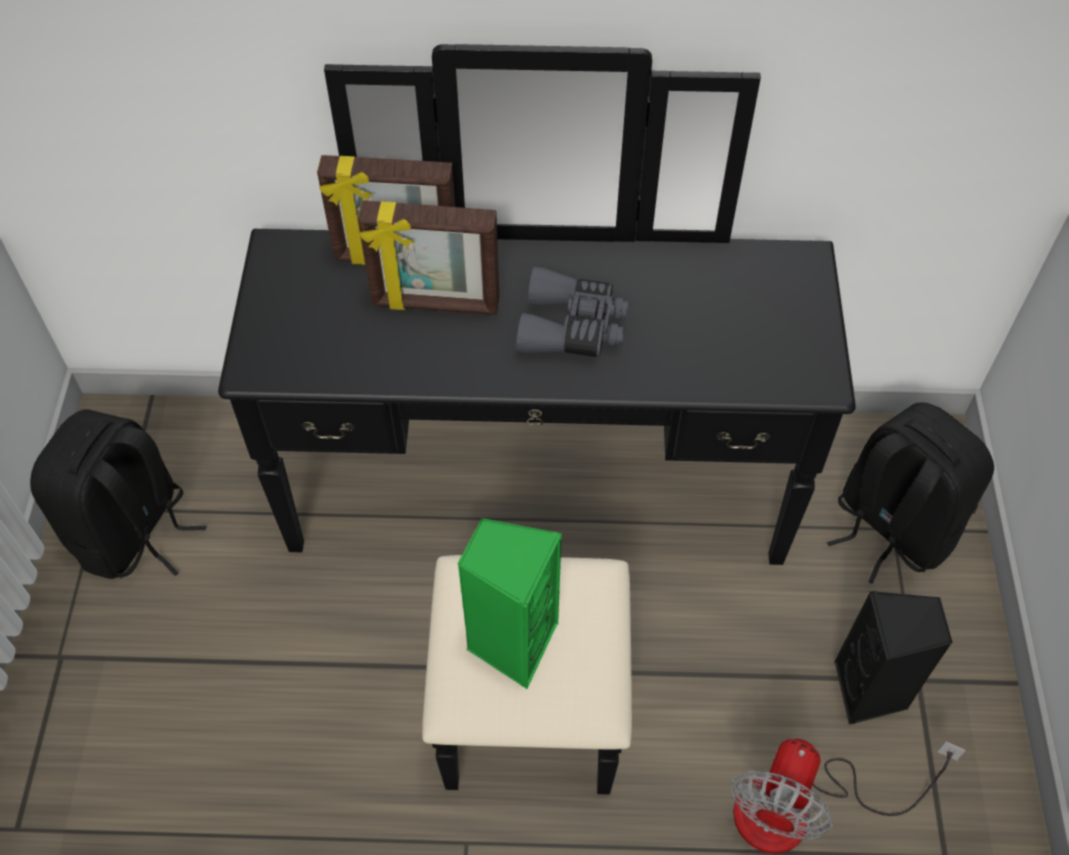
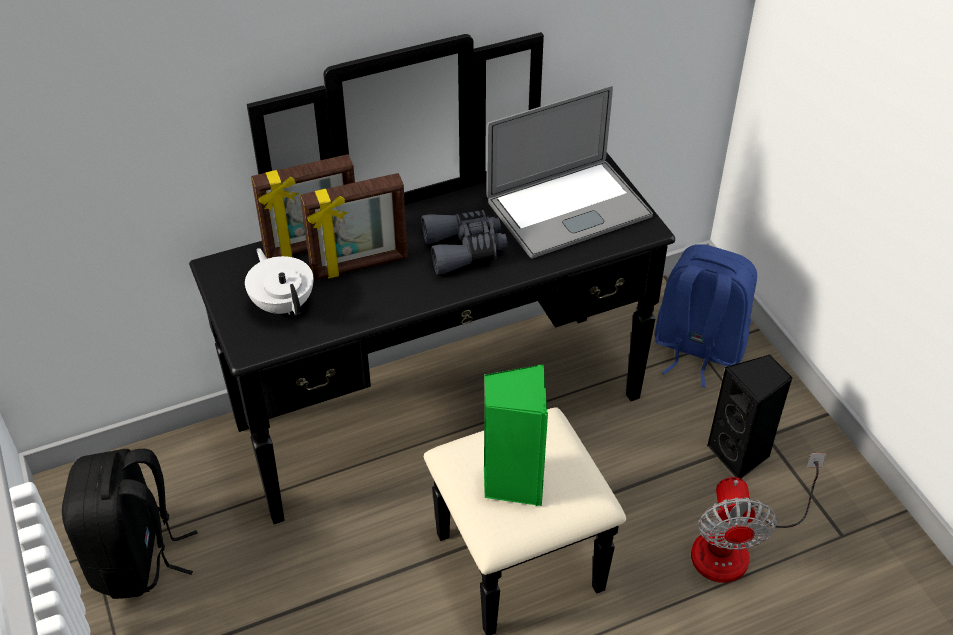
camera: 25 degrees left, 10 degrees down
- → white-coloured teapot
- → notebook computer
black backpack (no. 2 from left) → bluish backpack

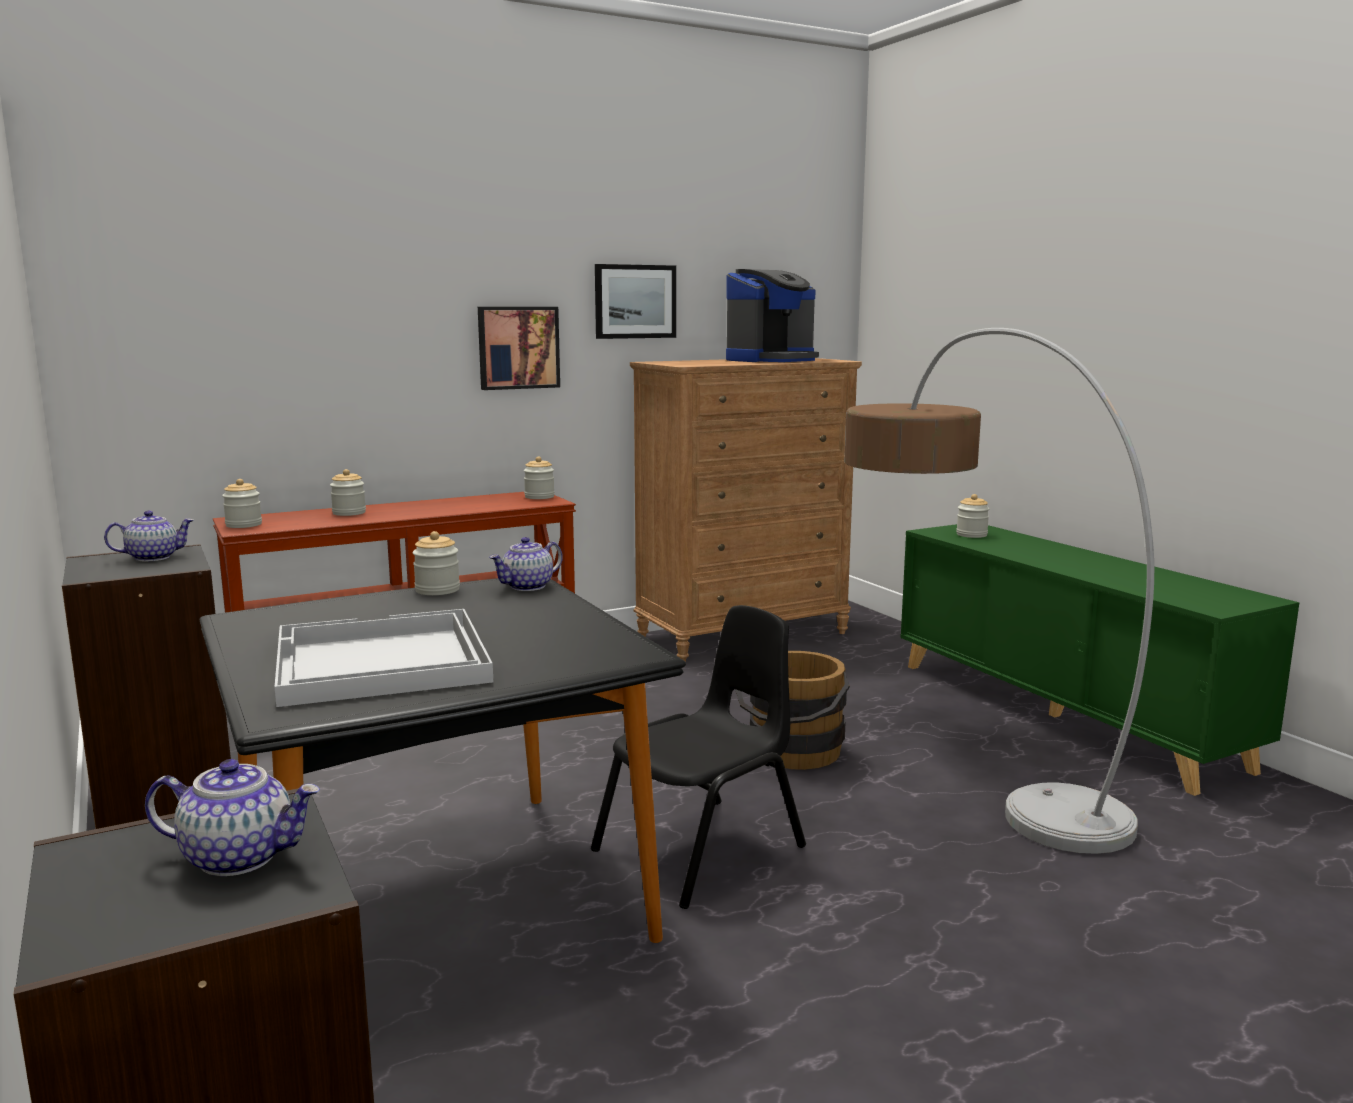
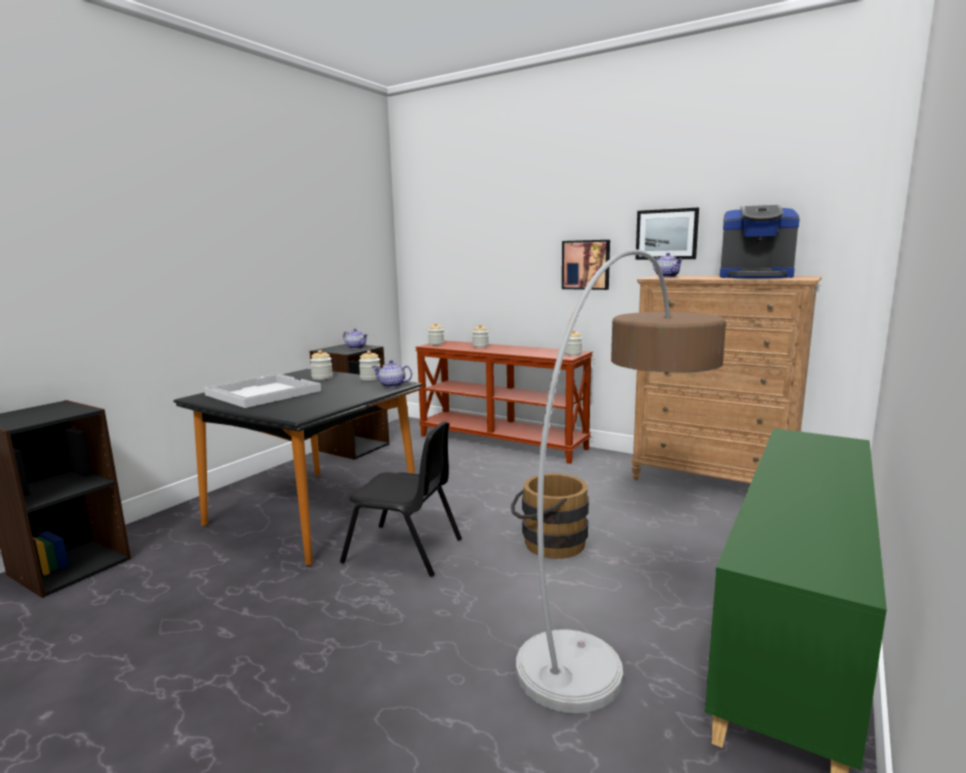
camera: 60 degrees right, 0 degrees up
teapot (no. 2 from left in the first image) → teapot (no. 3 from left), relocated
jar (no. 5 from left in the first image) → jar (no. 1 from left), relocated

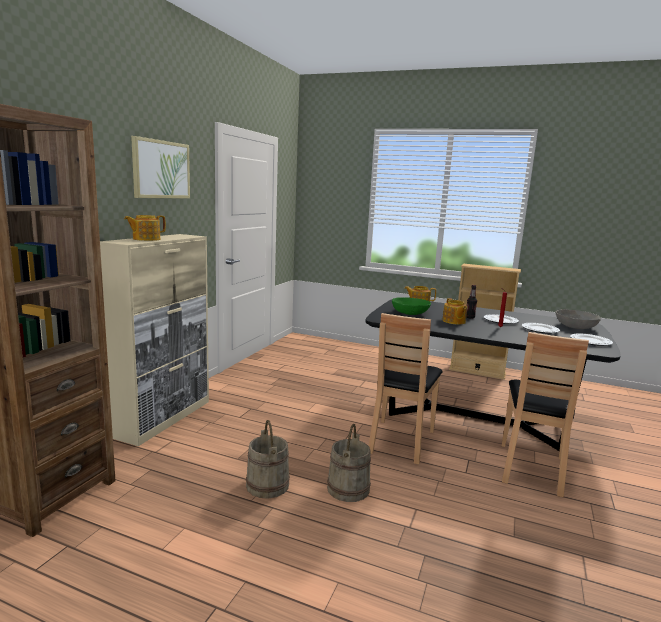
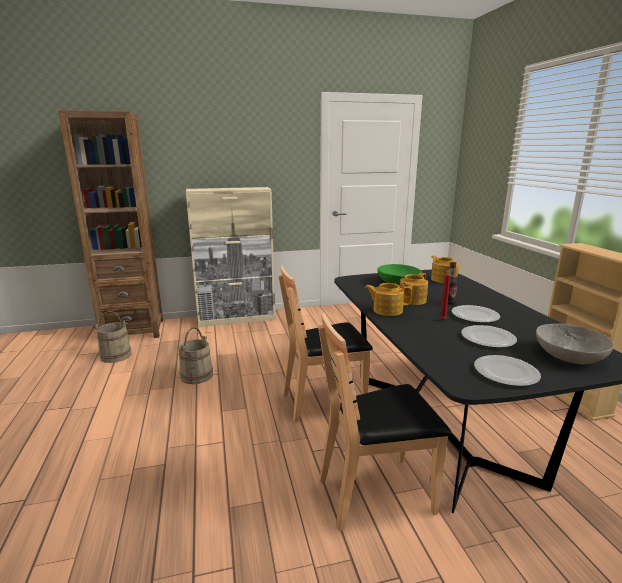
camera: 55 degrees right, 5 degrees up
picture → -
teapot (no. 1 from left), relocated
beige-coloured water bucket (no. 2 from left in the first image) → beige-coloured water bucket (no. 1 from left), relocated

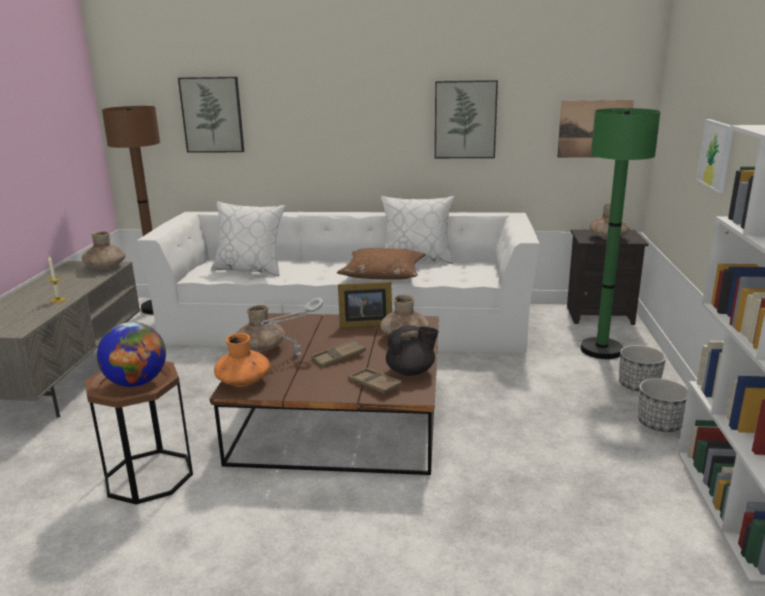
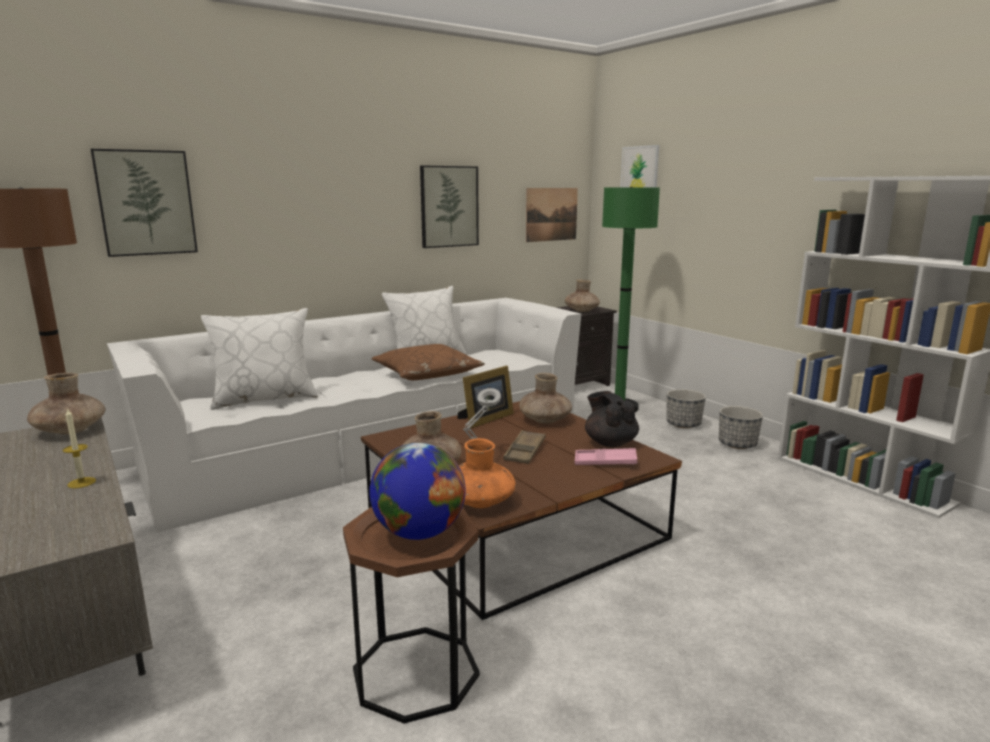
camera: 40 degrees left, 5 degrees down
picture (no. 4 from left), relocated
brown-coloured serving tray (no. 2 from left) → pink-coloured serving tray
black teapot, 60 degrees counterclockwise

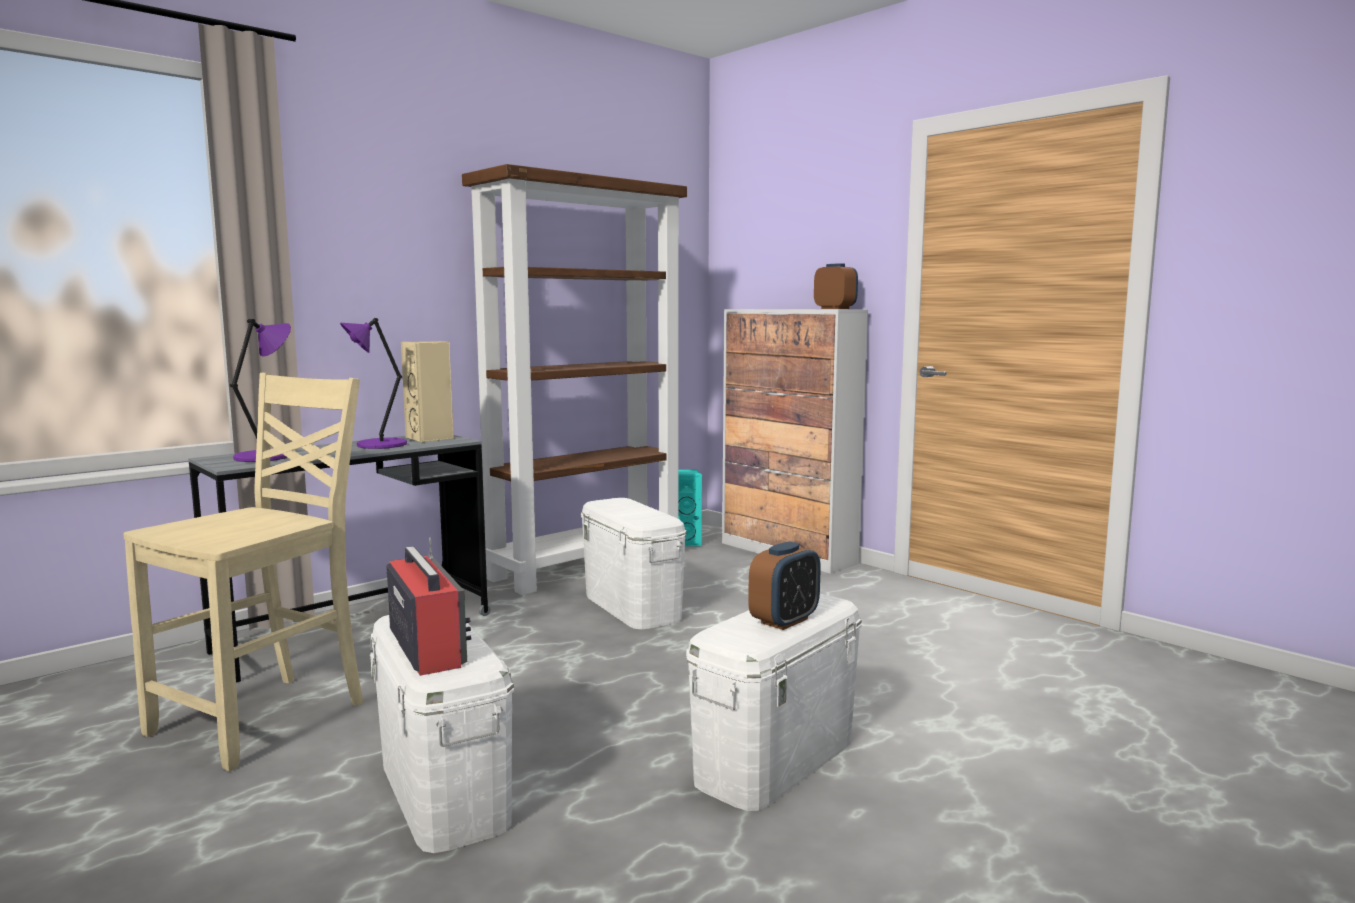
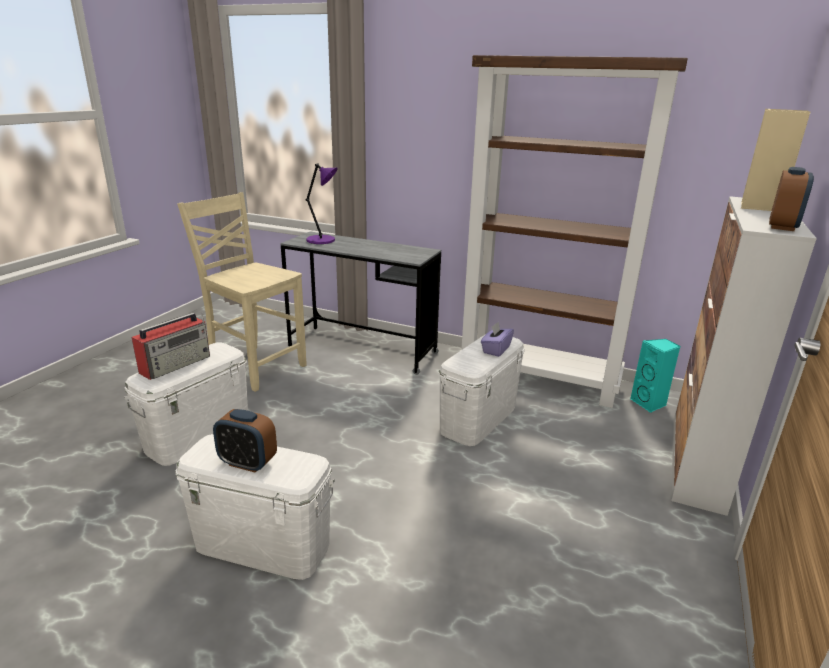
camera: 65 degrees right, 15 degrees up
purple-coloured table lamp (no. 2 from left) → -
- → purple-coloured box of tissues
beige-coloured loudspeaker, relocated
beige-coloured chair, 150 degrees counterclockwise

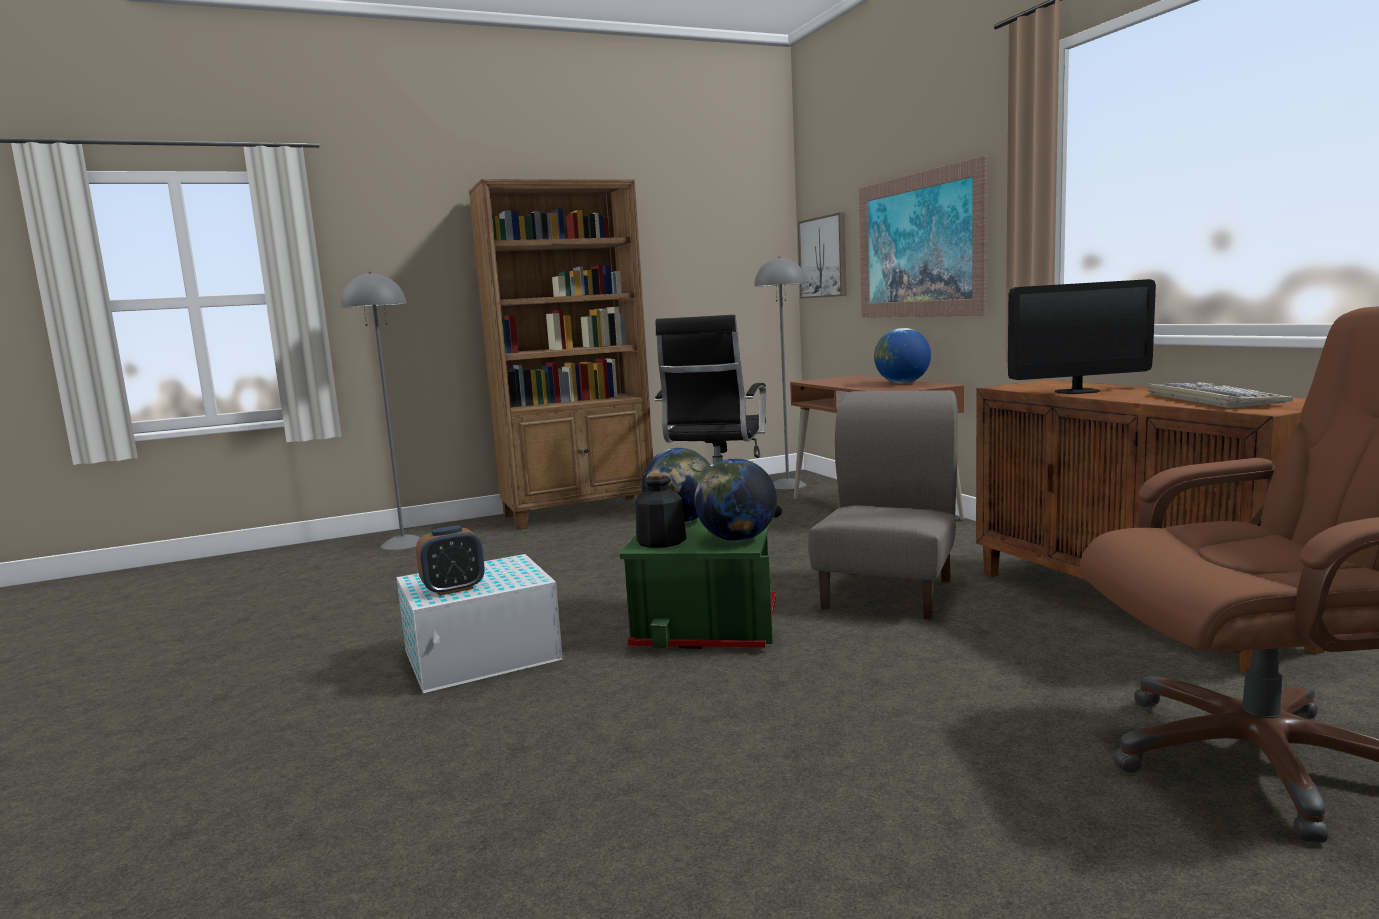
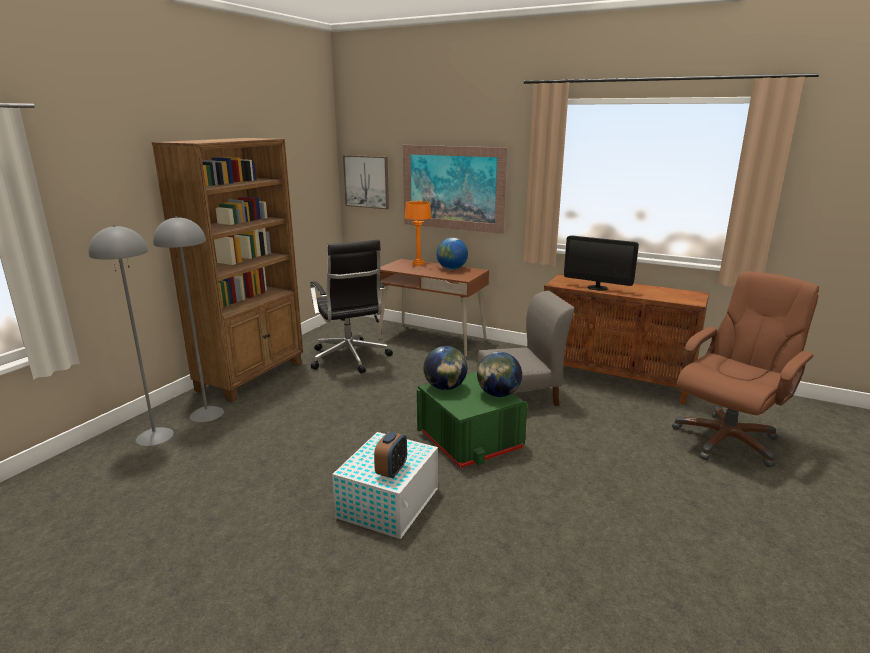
camera: 40 degrees left, 10 degrees up
bottle → -
PC keyboard → -
- → orangey table lamp
greyish floor lamp (no. 2 from left), relocated
greyish chair, 90 degrees clockwise
monitor, 75 degrees clockwise

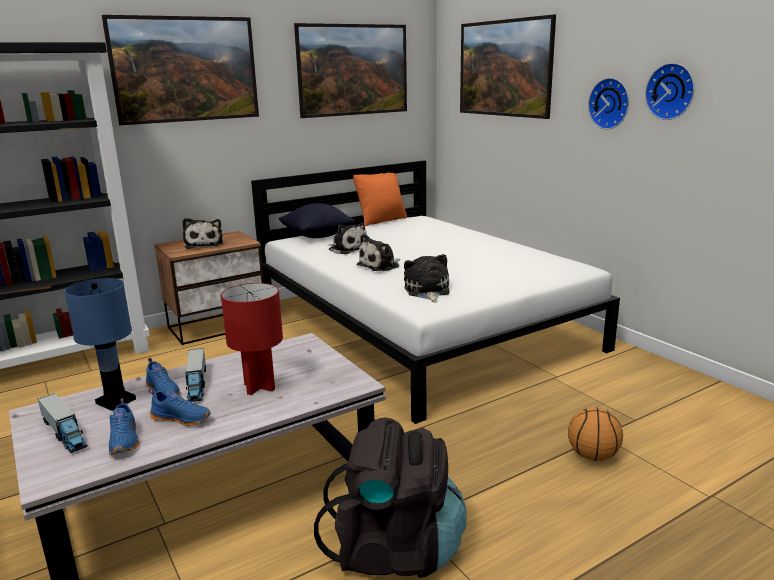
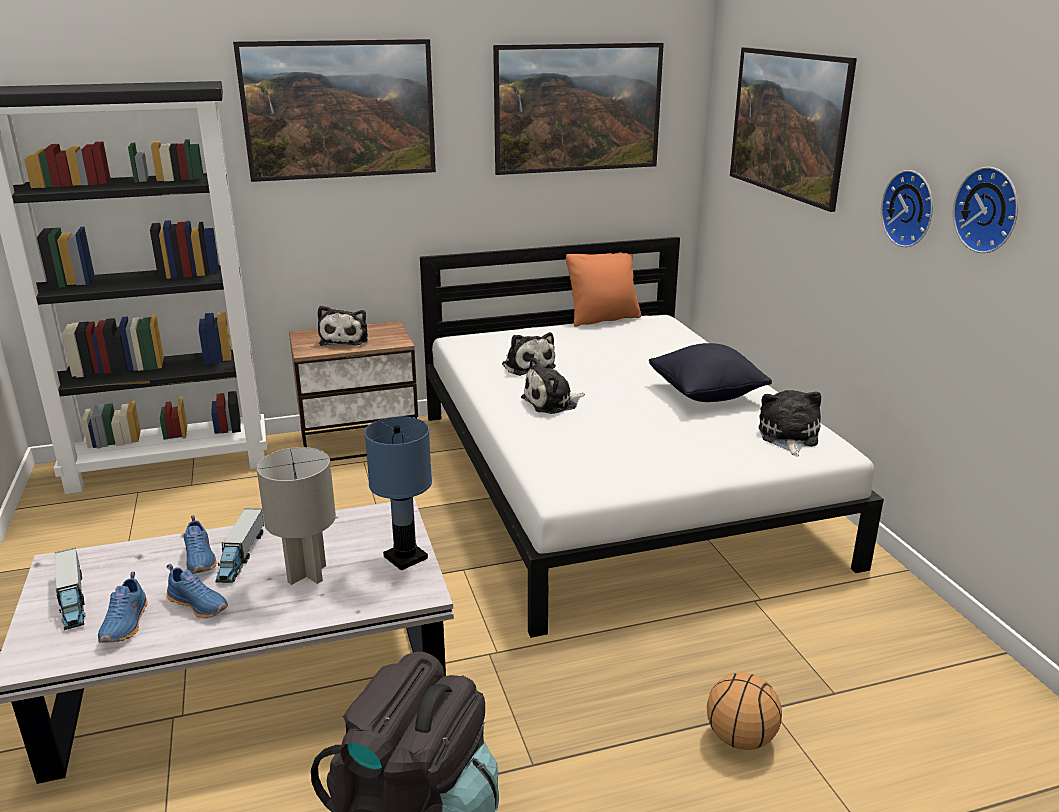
camera: 15 degrees right, 5 degrees up
bluish table lamp, relocated
black throw pillow, relocated
soft toy (no. 4 from left), relocated
red table lamp → greyish table lamp

